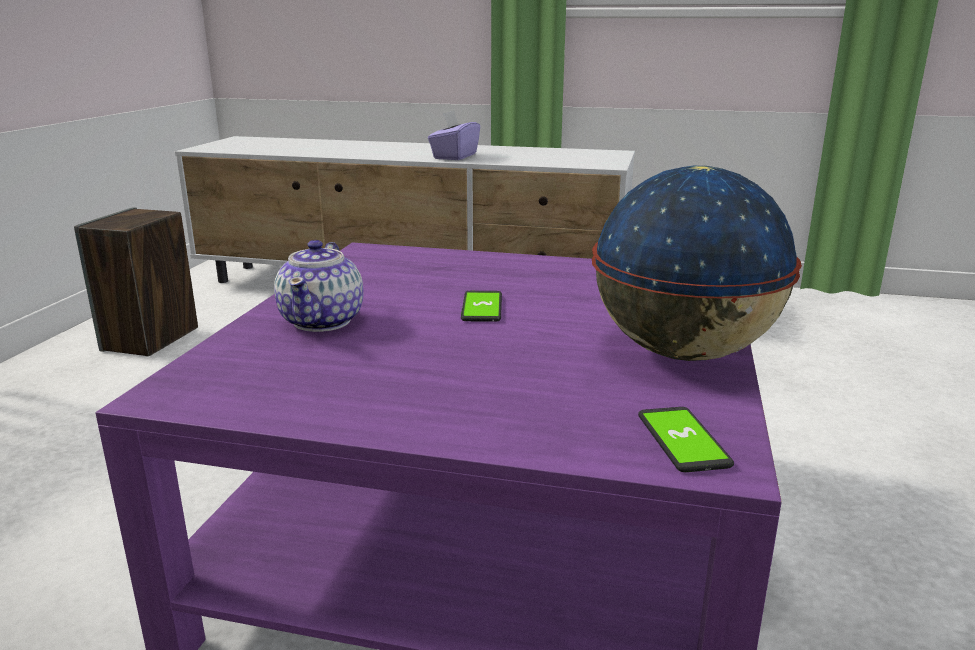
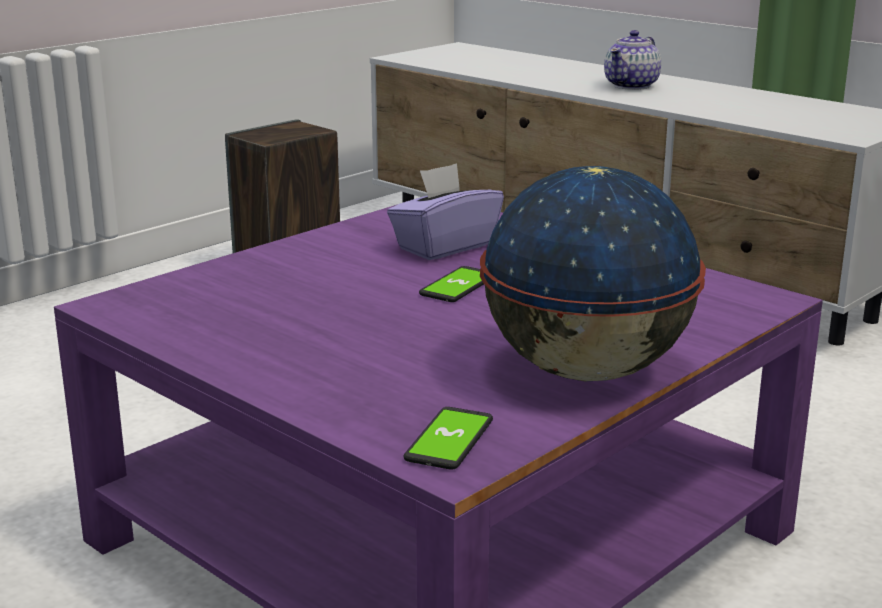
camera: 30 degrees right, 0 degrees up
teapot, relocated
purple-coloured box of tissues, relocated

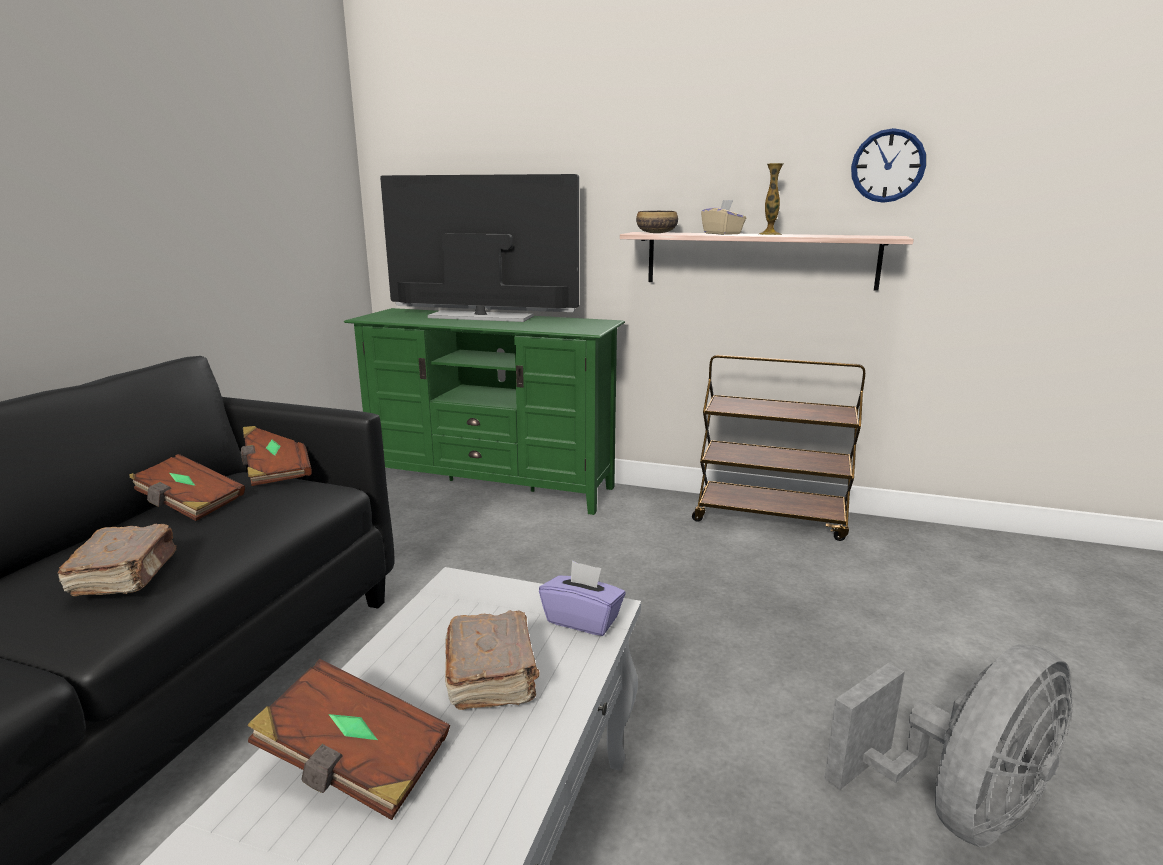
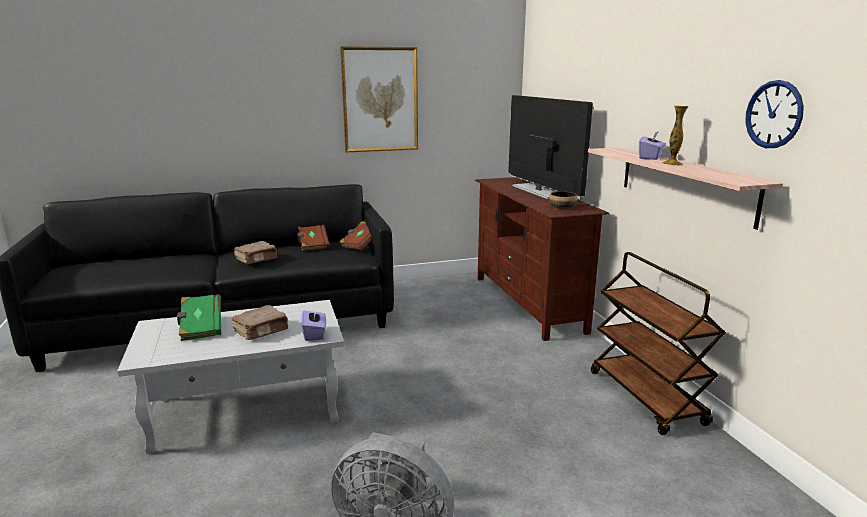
camera: 55 degrees right, 0 degrees up
- → picture
deep dish, relocated
brown-coloured volume (no. 4 from left) → green volume
green media console → brown-coloured media console
beige-coloured box of tissues → purple-coloured box of tissues (no. 2 from left)

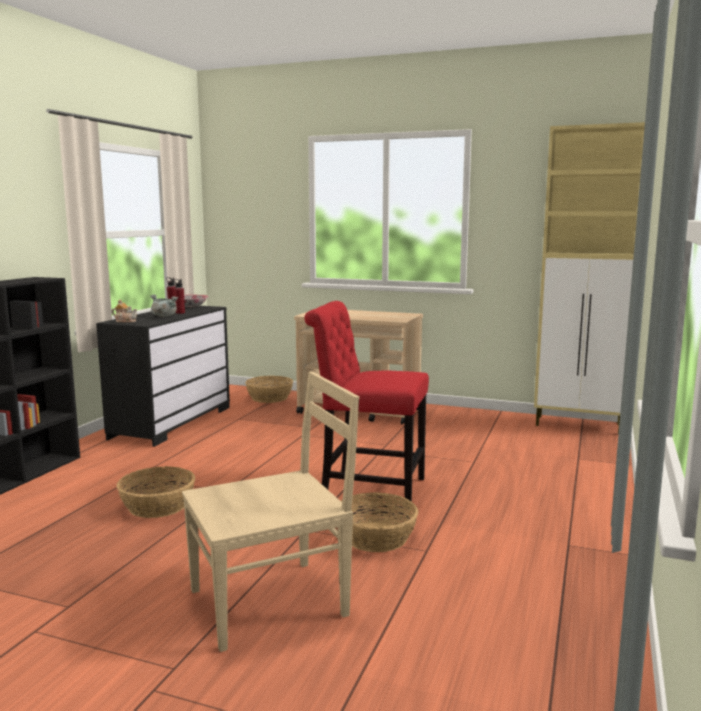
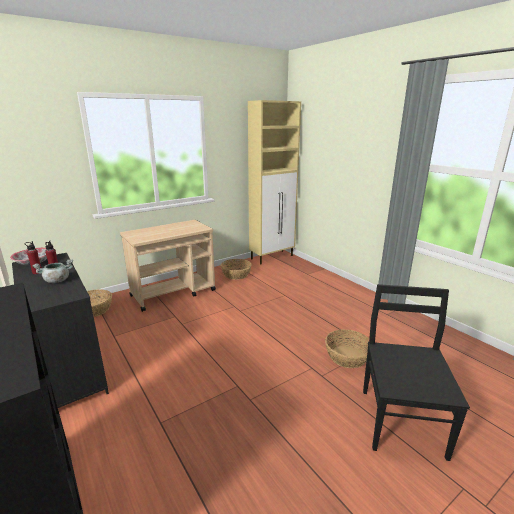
camera: 55 degrees left, 10 degrees up
teapot → -
red chair → -
storage basket (no. 1 from left in the first image) → storage basket (no. 2 from left), relocated
beige-coloured chair → black chair

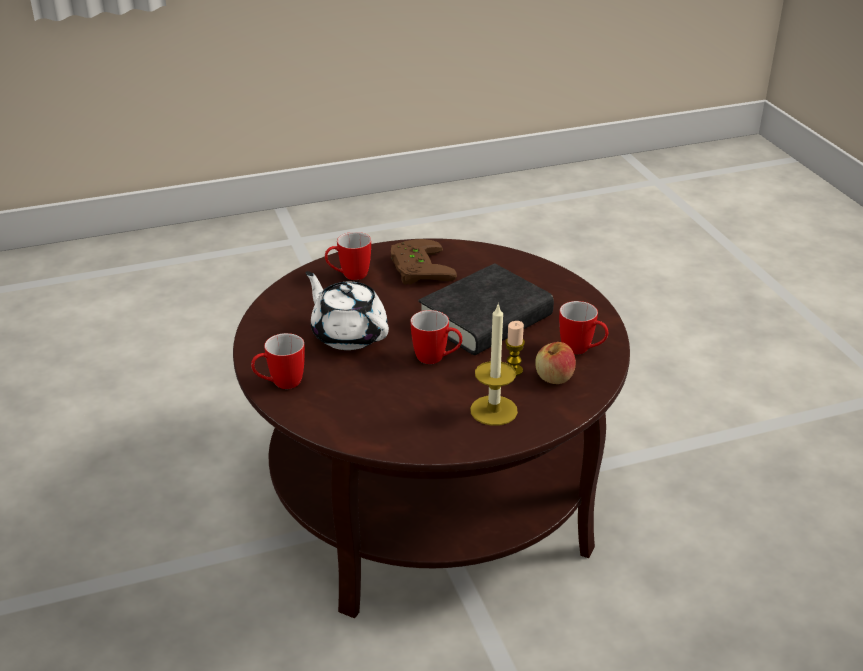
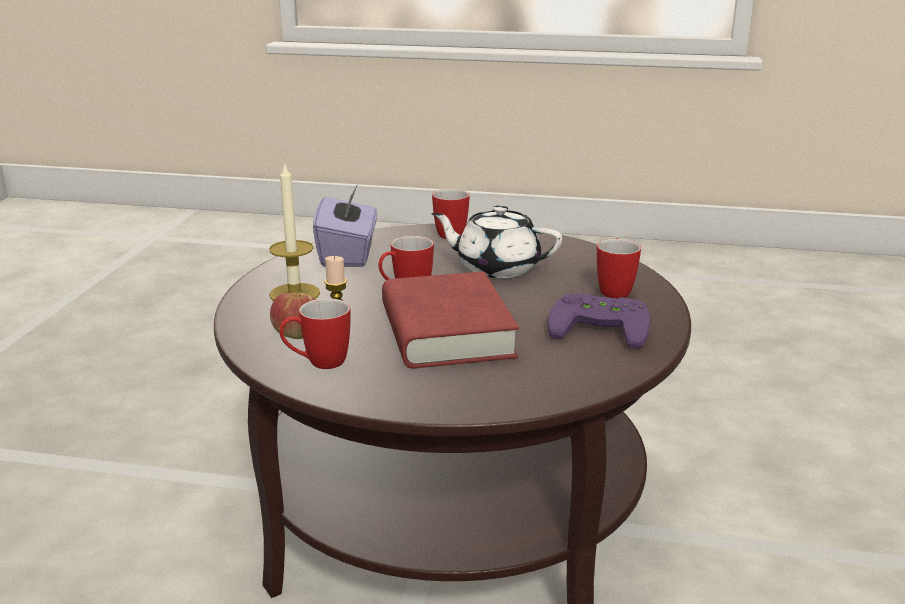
camera: 120 degrees right, 10 degrees down
- → purple-coloured box of tissues
brown-coloured gamepad → purple-coloured gamepad
black volume → red volume
white-coloured teapot, 150 degrees counterclockwise

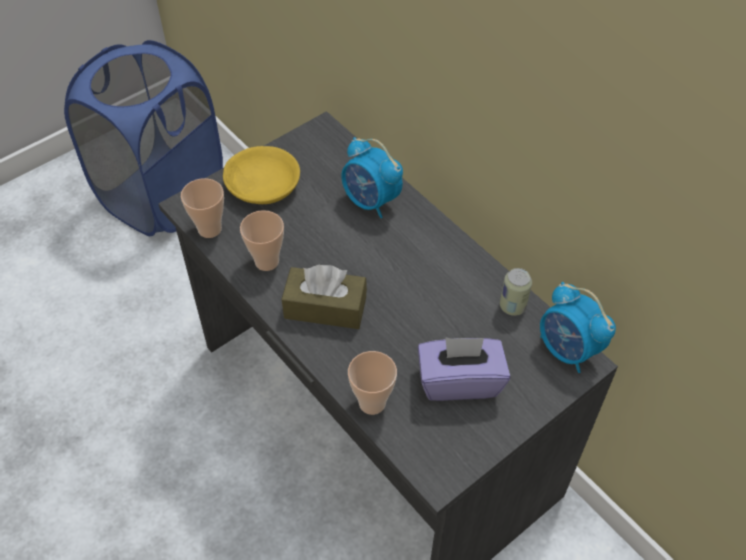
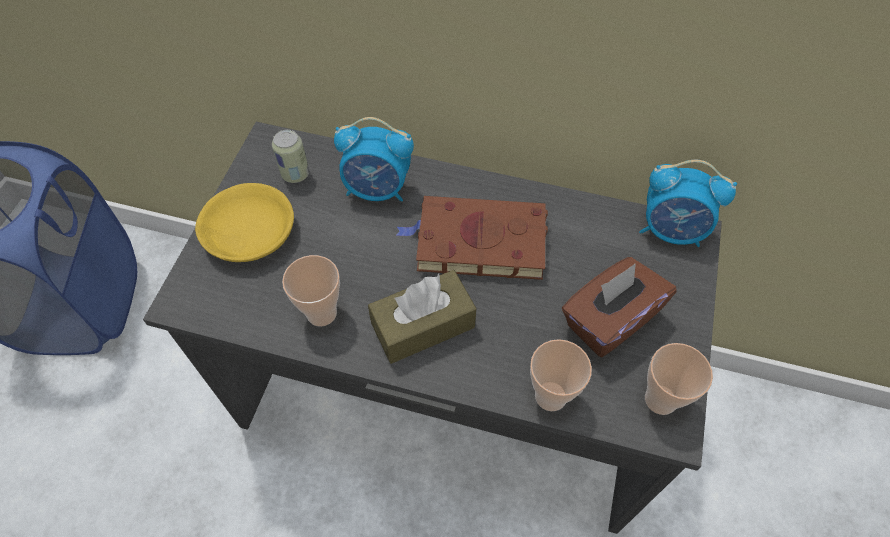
camera: 35 degrees left, 5 degrees up
- → brown-coloured volume
small cup (no. 1 from left in the first image) → small cup (no. 3 from left), relocated
can, relocated
purple-coloured box of tissues → brown-coloured box of tissues (no. 2 from left)

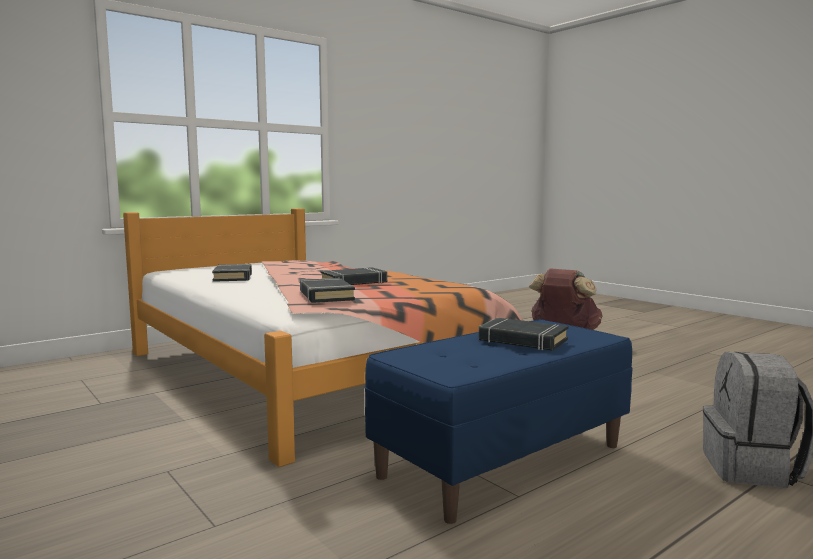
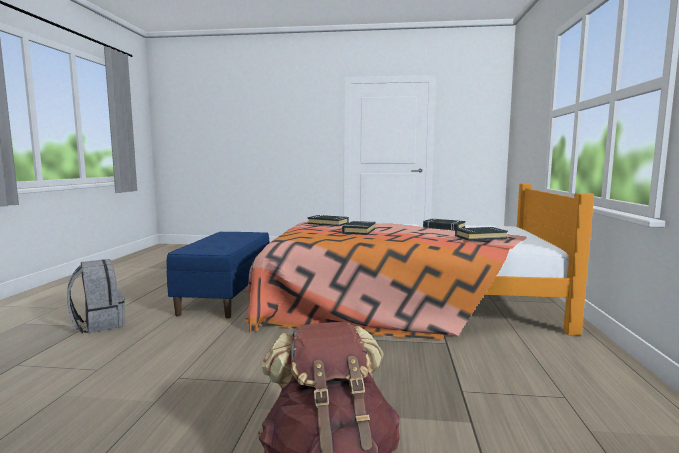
camera: 135 degrees right, 0 degrees up
black volume (no. 4 from left), relocated

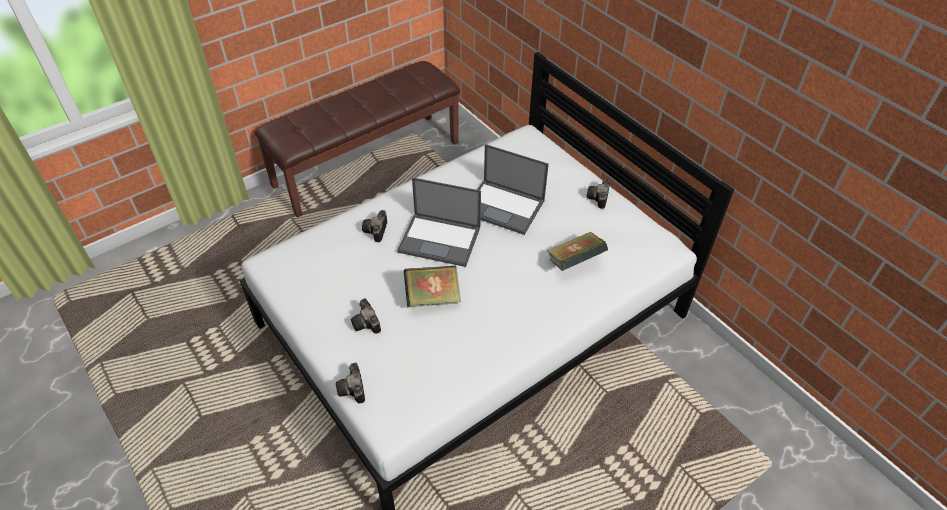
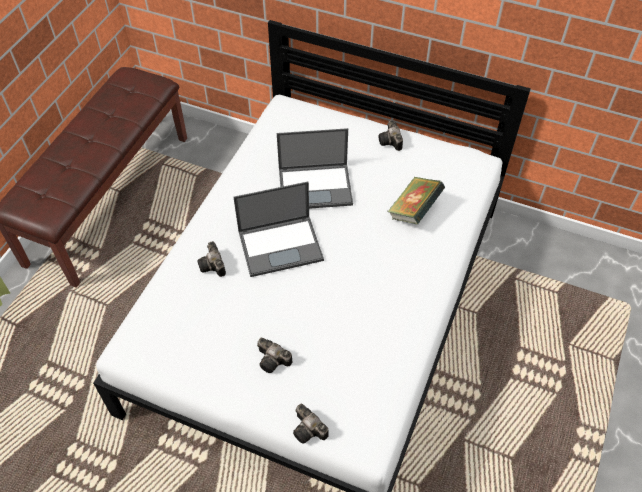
camera: 30 degrees left, 5 degrees up
volume (no. 1 from left) → -

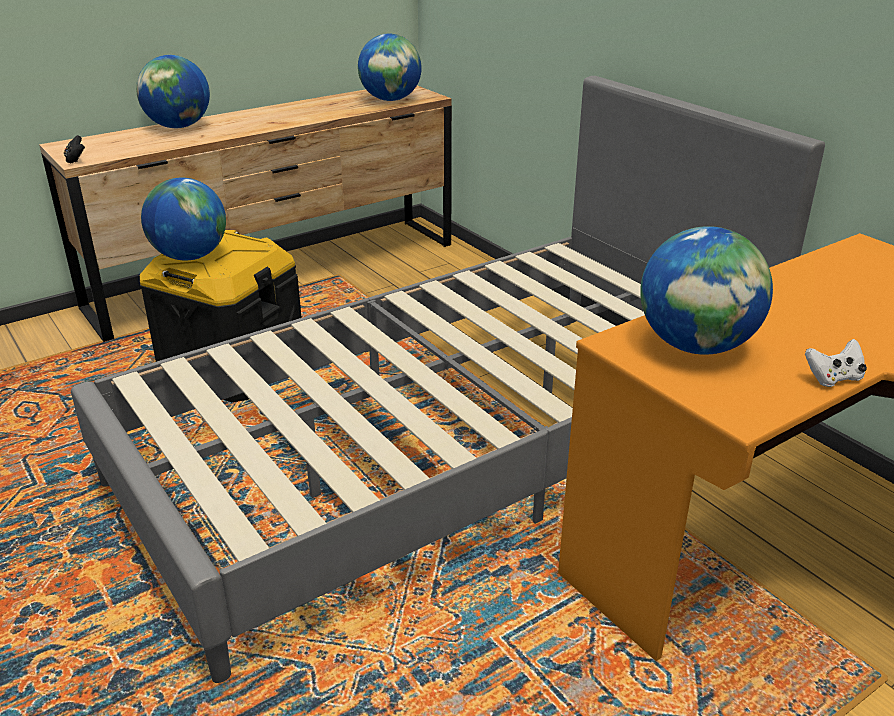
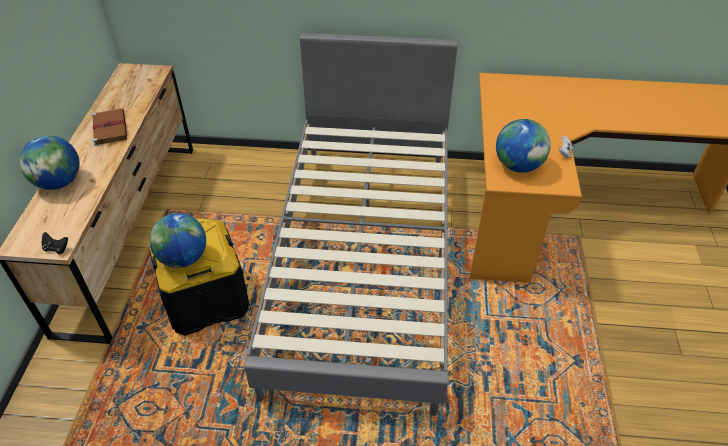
camera: 50 degrees left, 15 degrees up
world globe (no. 3 from left) → -
- → brown-coloured volume

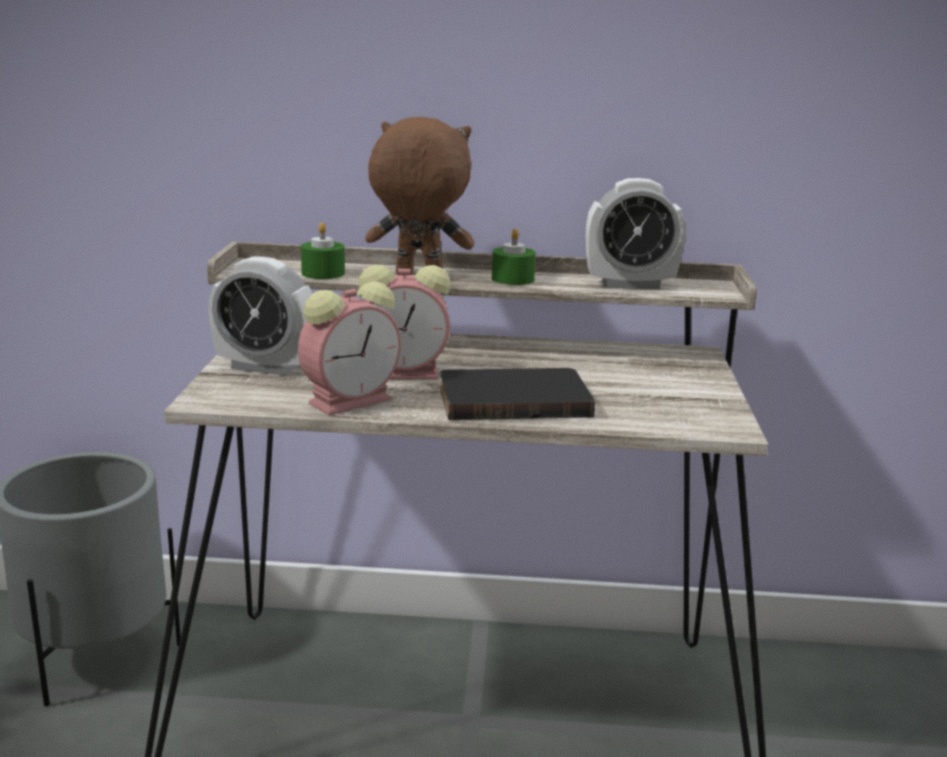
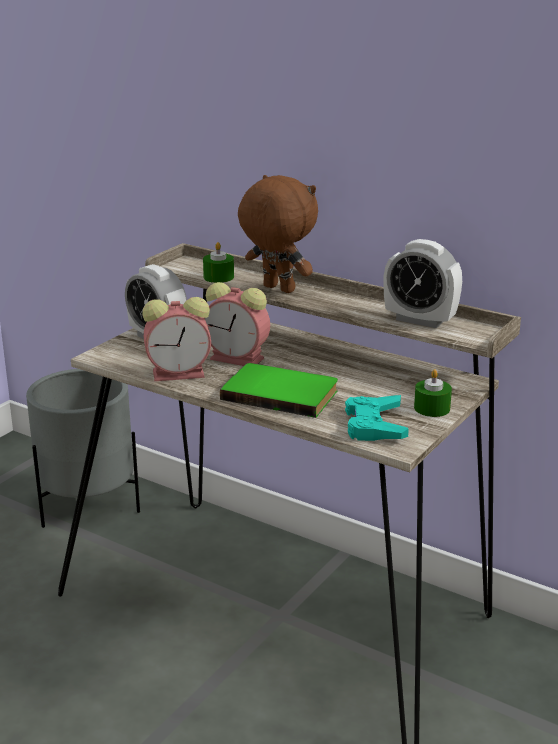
camera: 30 degrees right, 5 degrees up
- → turquoise gamepad
green wax light (no. 2 from left), relocated
black volume → green volume

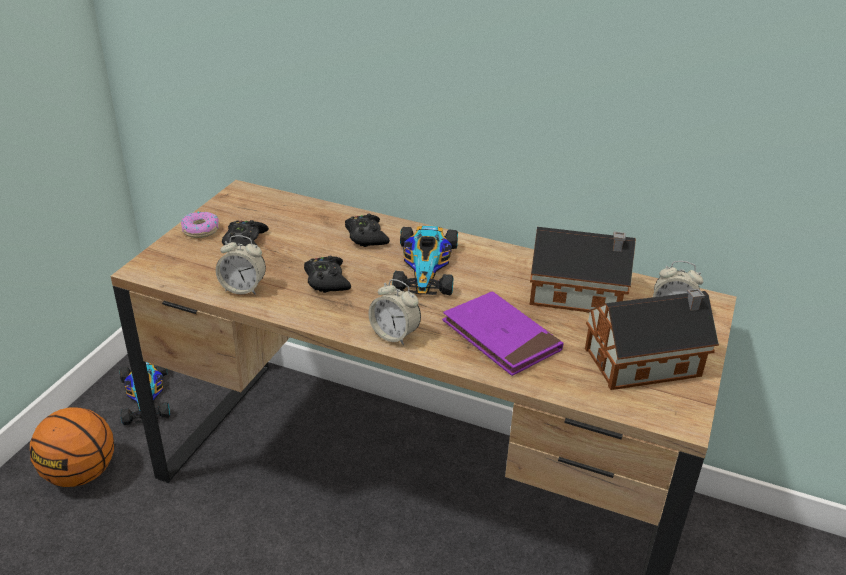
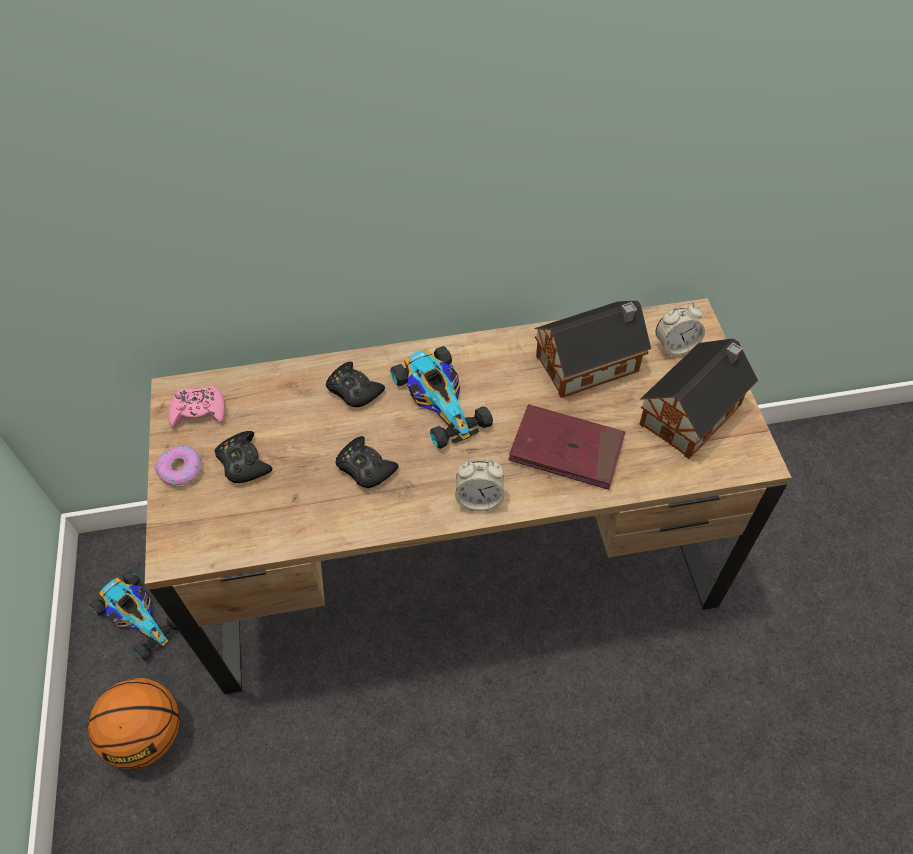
camera: 30 degrees left, 20 degrees up
table clock (no. 1 from left) → -
- → pink-coloured gamepad
purple-coloured volume → red volume

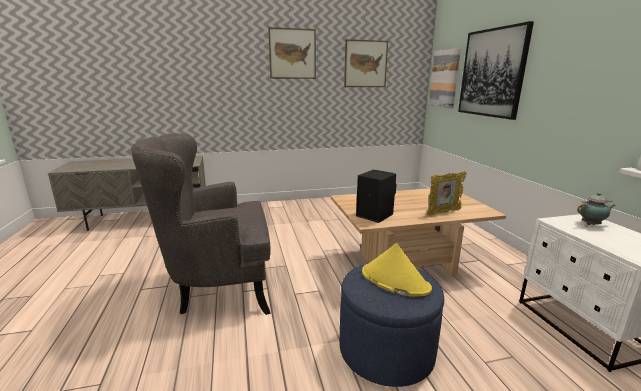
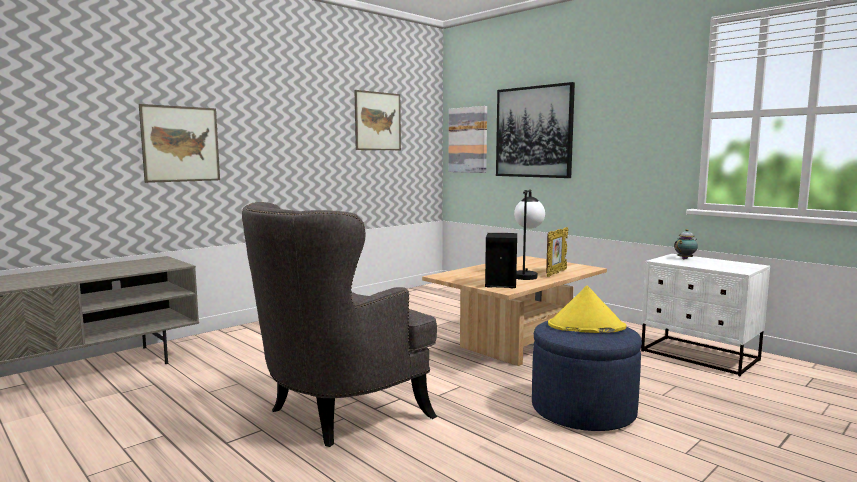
camera: 30 degrees left, 10 degrees down
- → table lamp
picture (no. 1 from left), relocated

